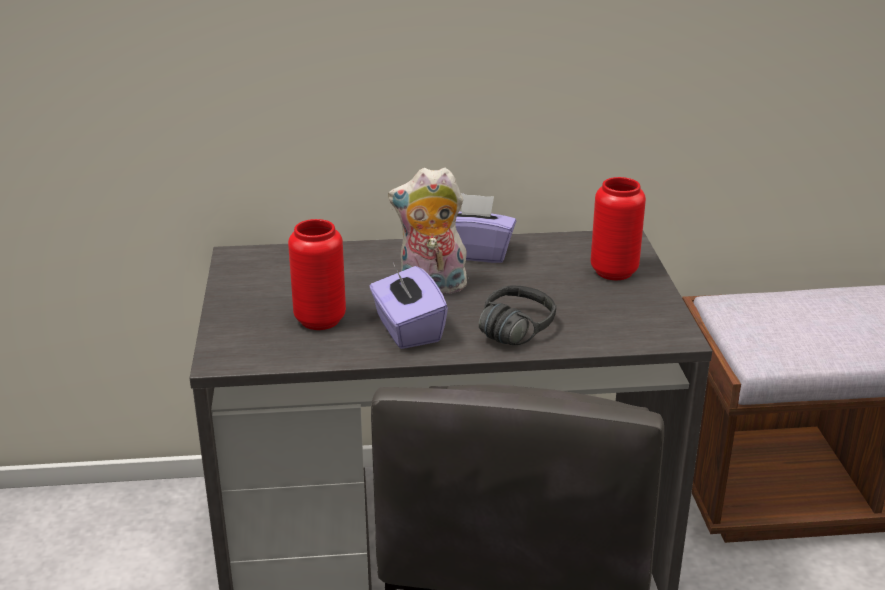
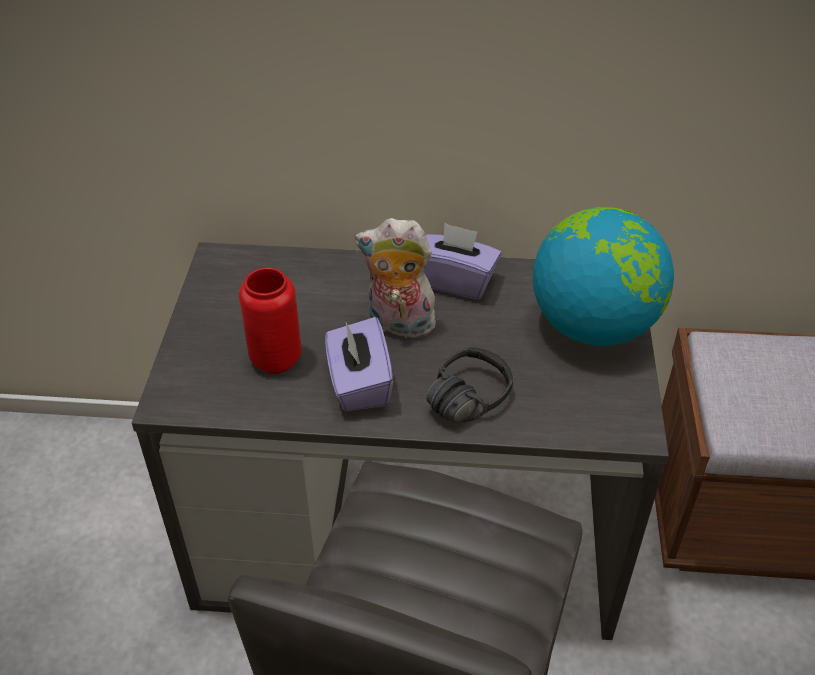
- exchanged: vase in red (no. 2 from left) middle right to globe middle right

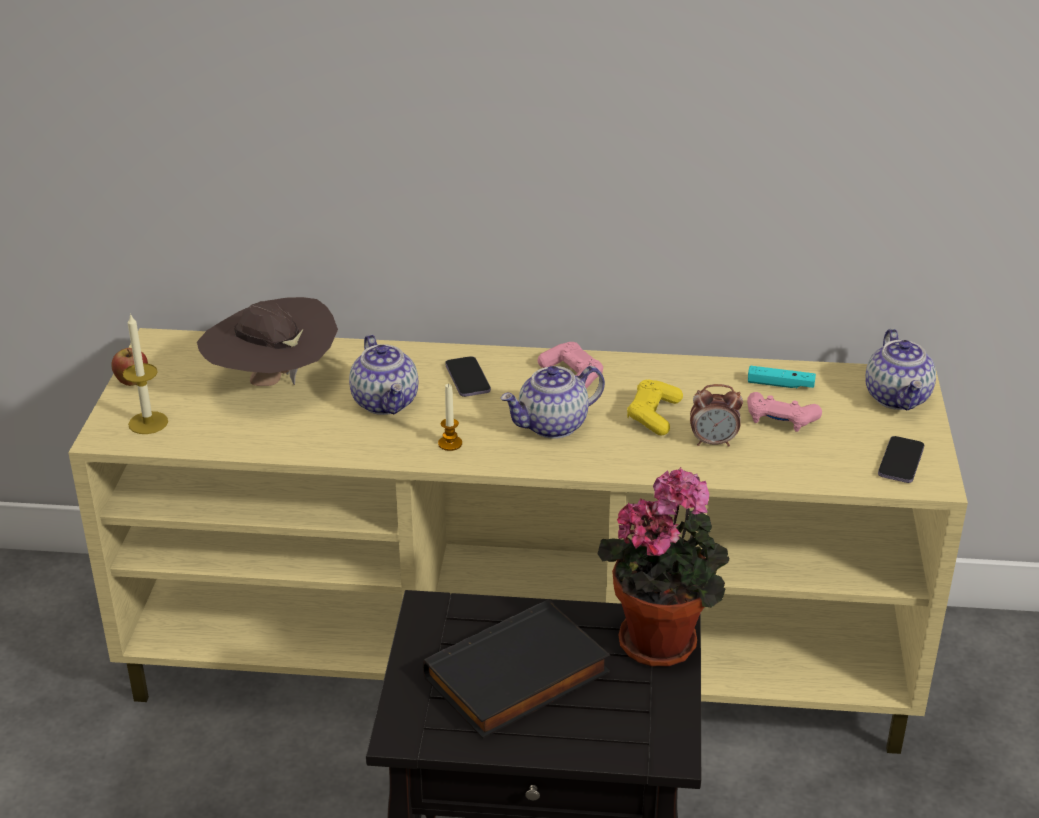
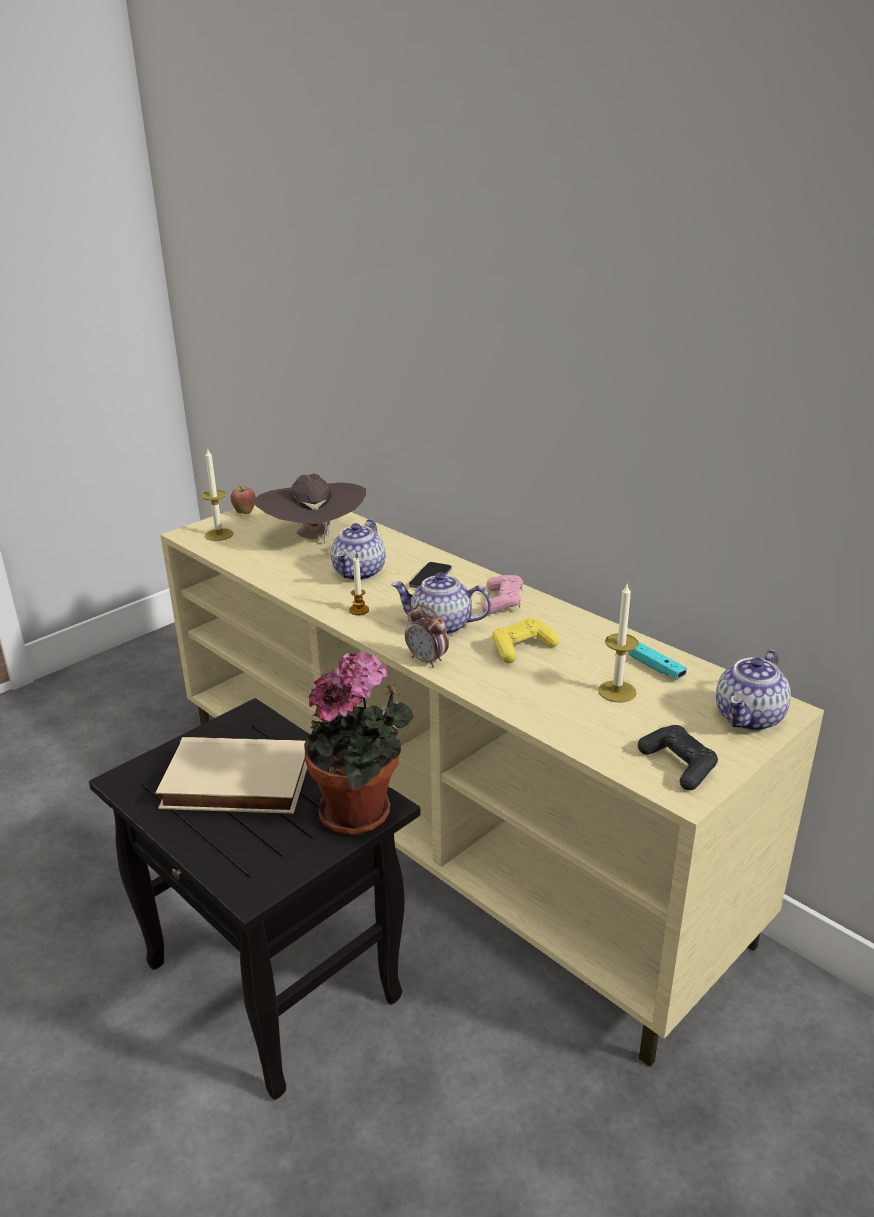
- colour: book in black bottom centre to book in beige middle left
- relocated: alarm clock middle right to centre
- exchanged: game controller in pink (no. 2 from left) middle right to candle (no. 3 from left) middle right
- exchanged: phone (no. 2 from left) middle right to game controller in black middle right

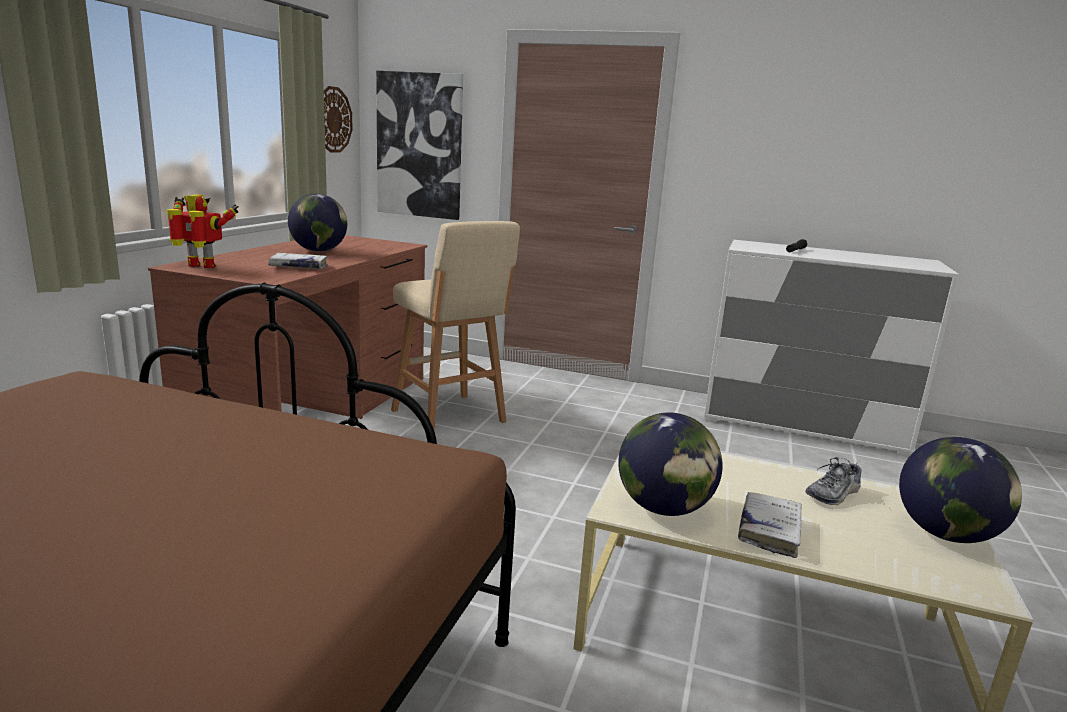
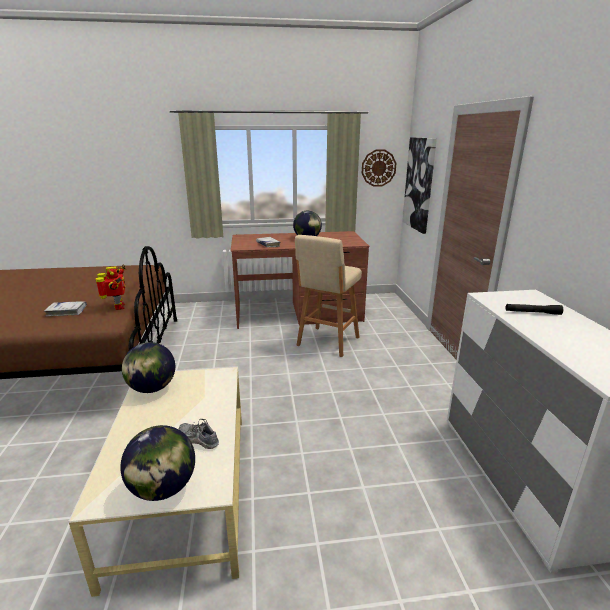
- relocated: book in white (no. 2 from left in the first image) bottom right to book in white (no. 1 from left) middle left
- relocated: toy robot top left to middle left

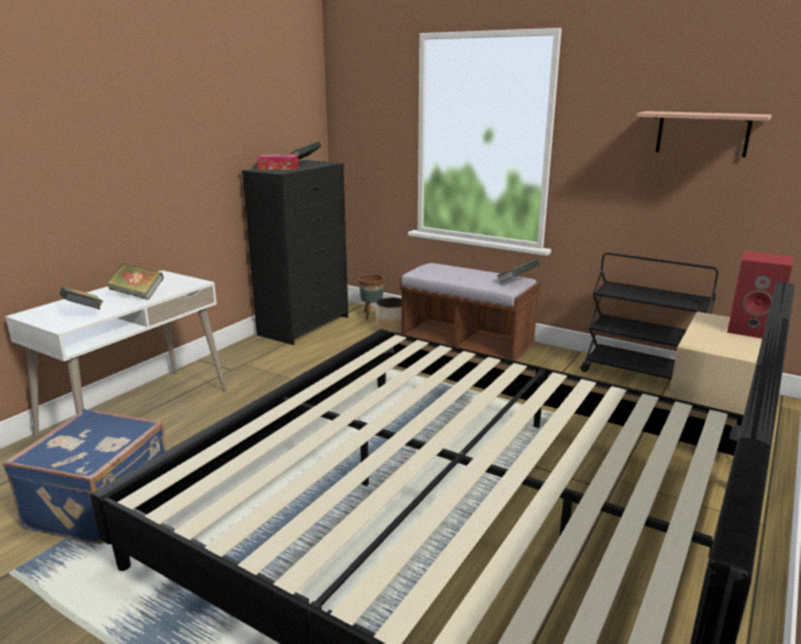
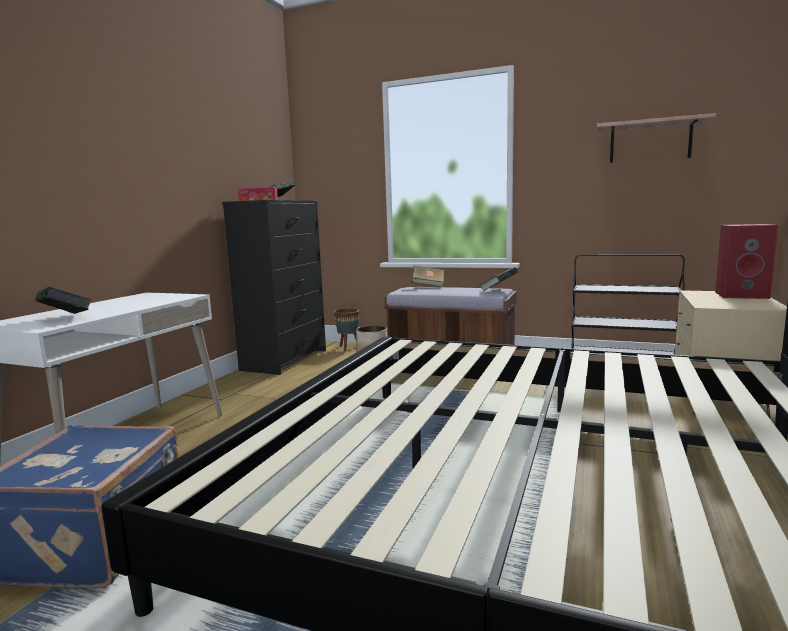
- relocated: book (no. 2 from left in the first image) middle left to book (no. 3 from left) centre

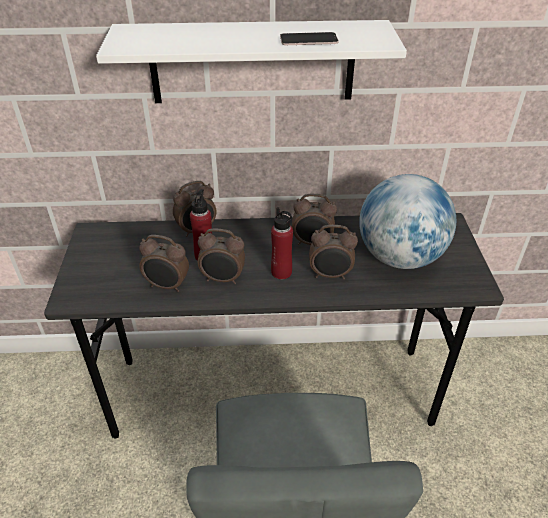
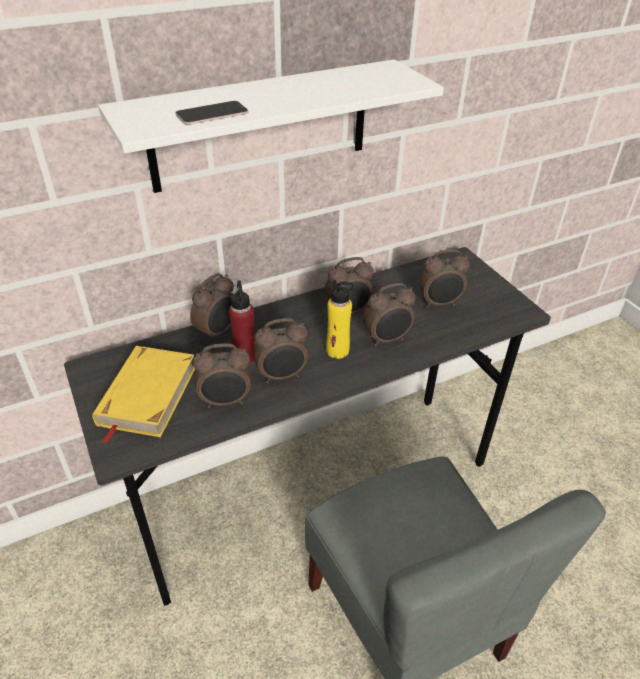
- appeared: book in yellow middle left
- relocated: phone top centre to top left
- colour: bottle in red (no. 2 from left) centre to bottle in yellow centre
- exchanged: globe middle right to alarm clock (no. 6 from left) middle right

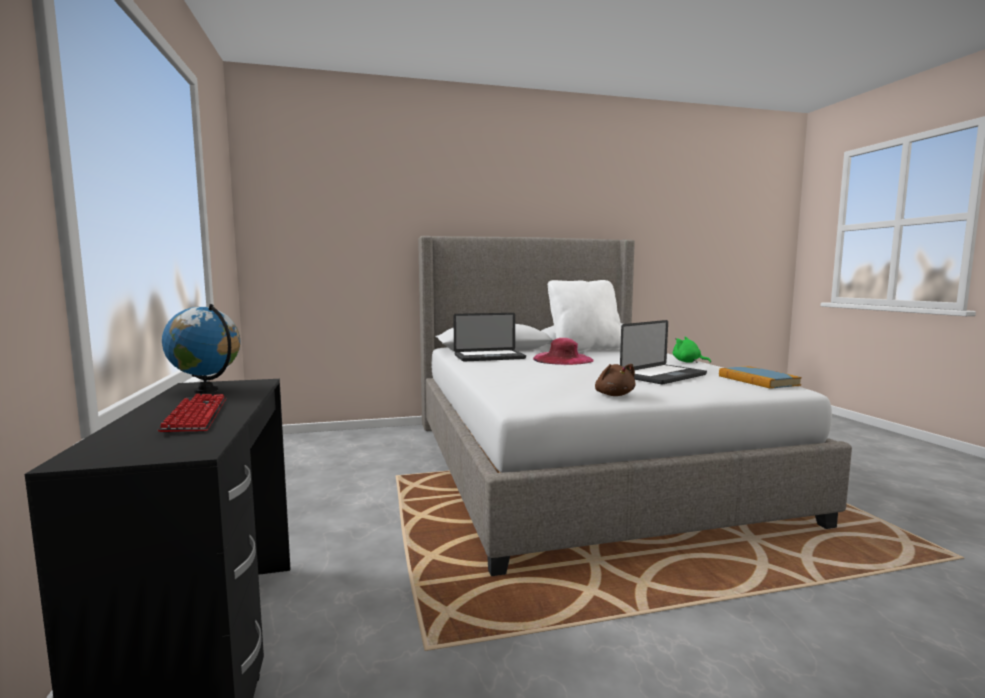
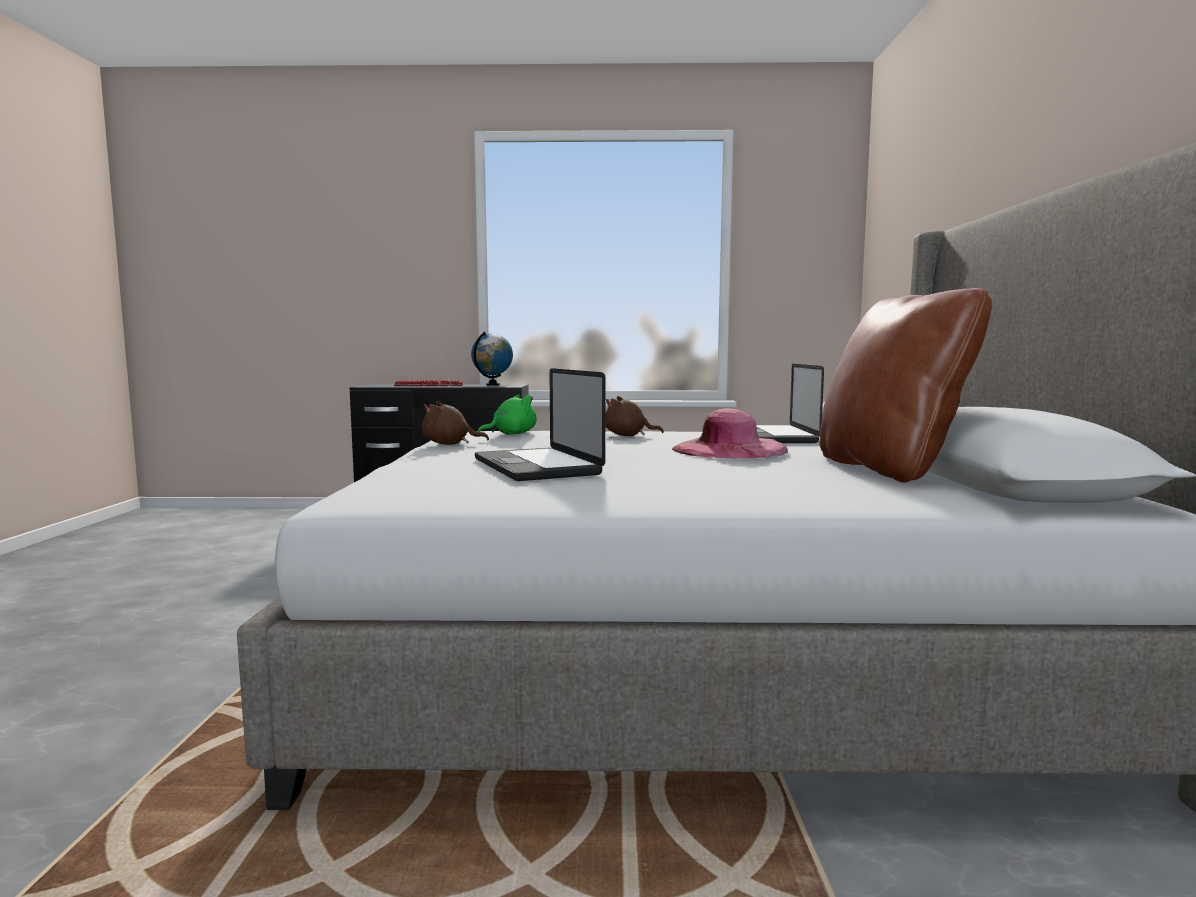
- relocated: plush toy in green middle right to centre
- appeared: plush toy in brown (no. 2 from left) centre
- colour: pillow in white centre to pillow in brown middle right
- missing: book middle right

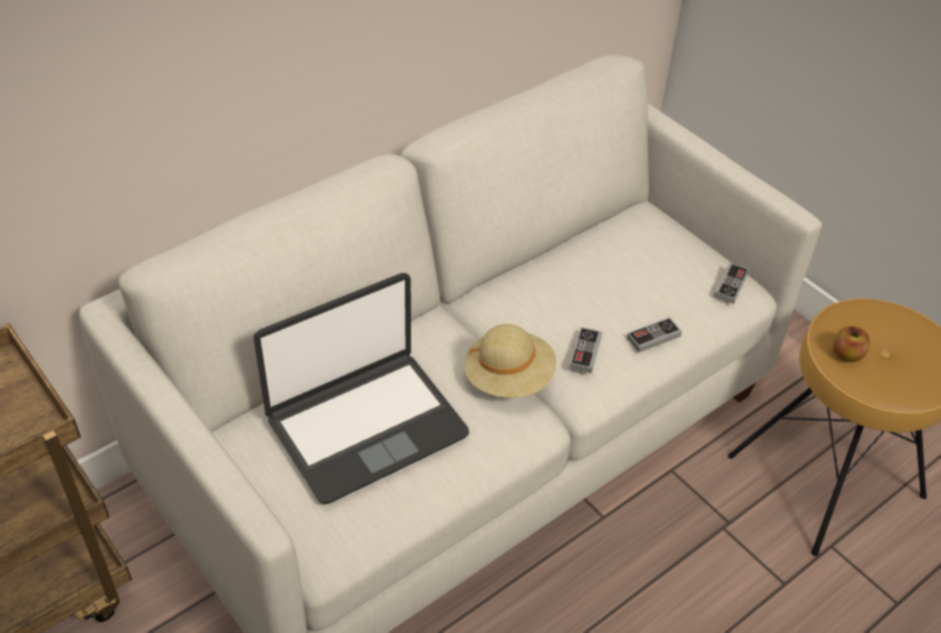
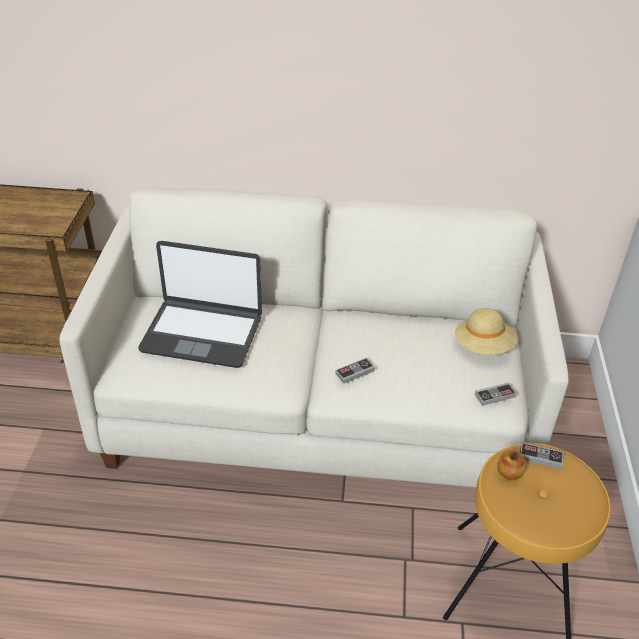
- relocated: hat in beige centre to middle right
- relocated: game controller (no. 2 from left in the first image) middle right to game controller (no. 3 from left) bottom right

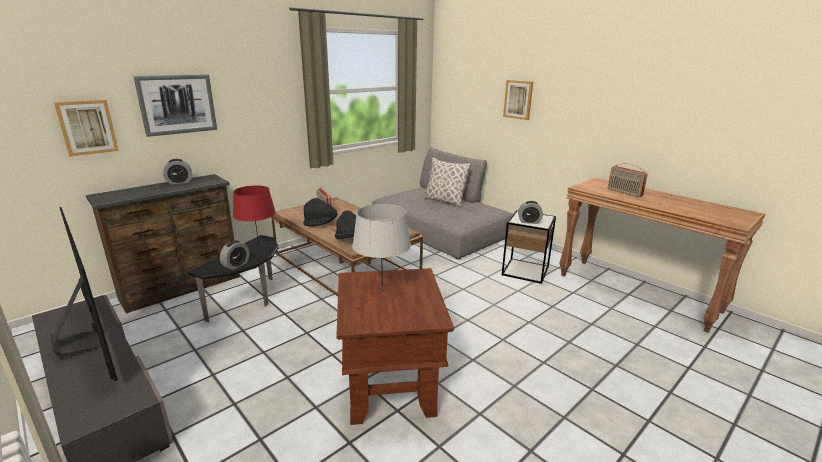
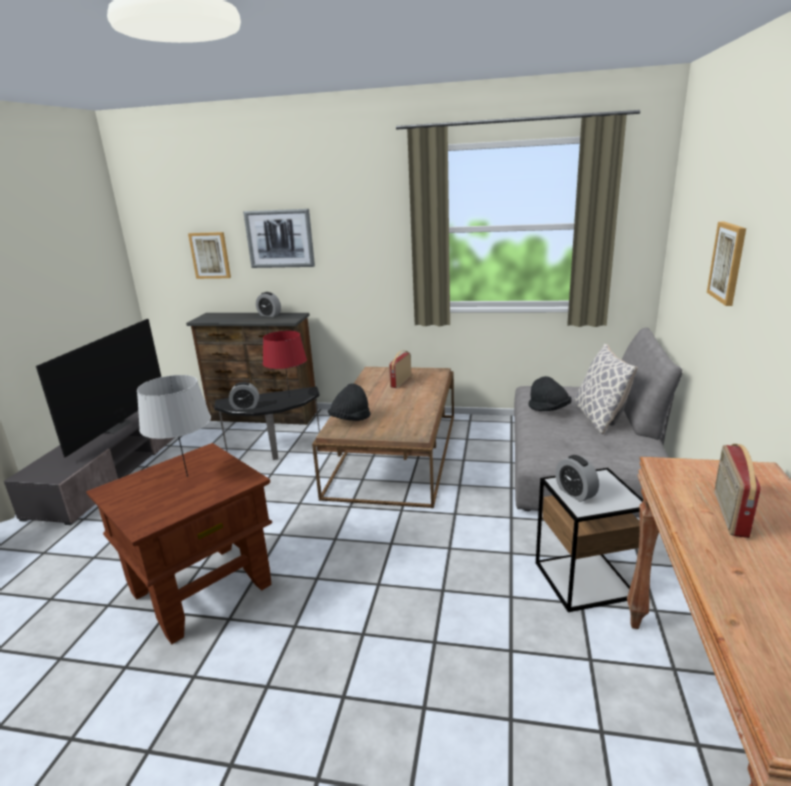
- relocated: hat in black (no. 1 from left in the first image) centre to hat in black (no. 2 from left) middle right

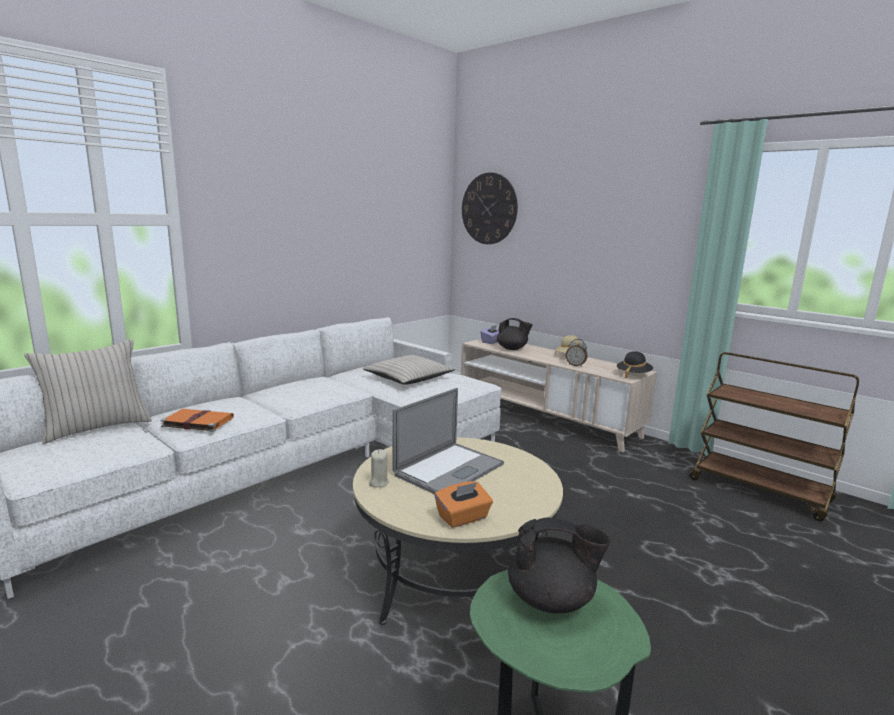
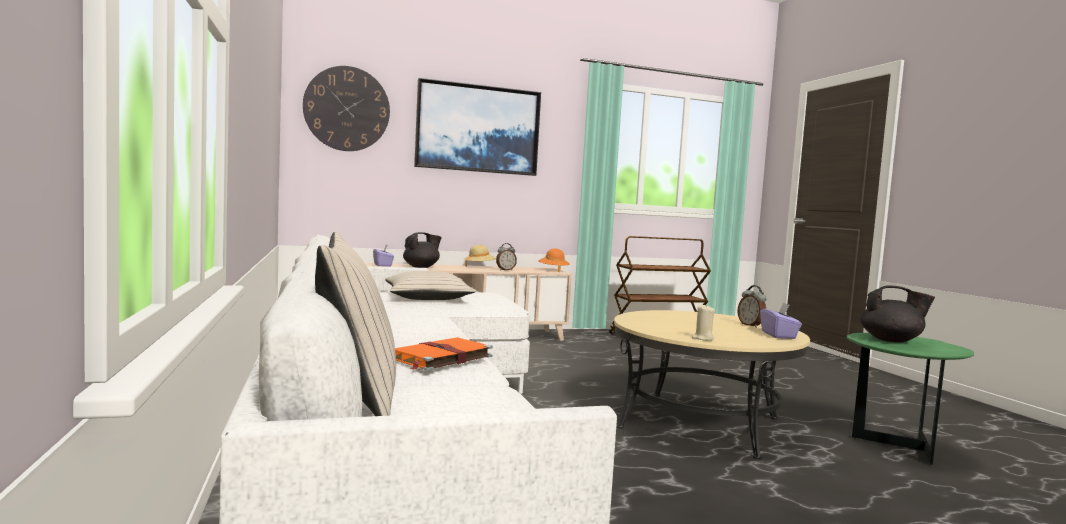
- appeared: picture top centre
- colour: hat in black middle right to hat in orange centre
- appeared: alarm clock (no. 2 from left) middle right
- colour: tissue box in orange bottom centre to tissue box in purple (no. 2 from left) middle right
- spun: teapot in black (no. 2 from left) bottom centre = middle right 75 degrees clockwise
- missing: laptop centre

